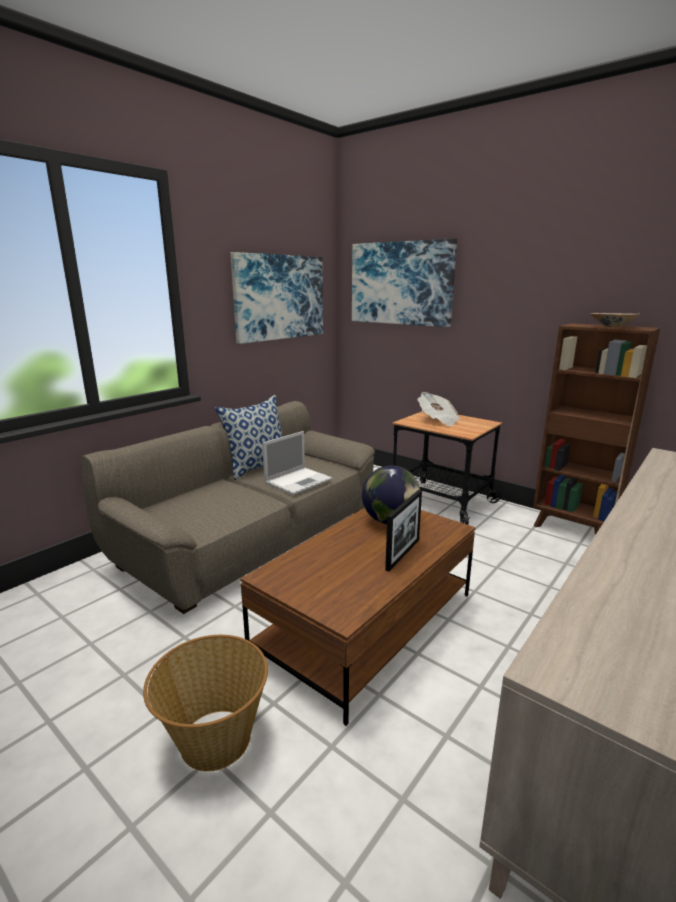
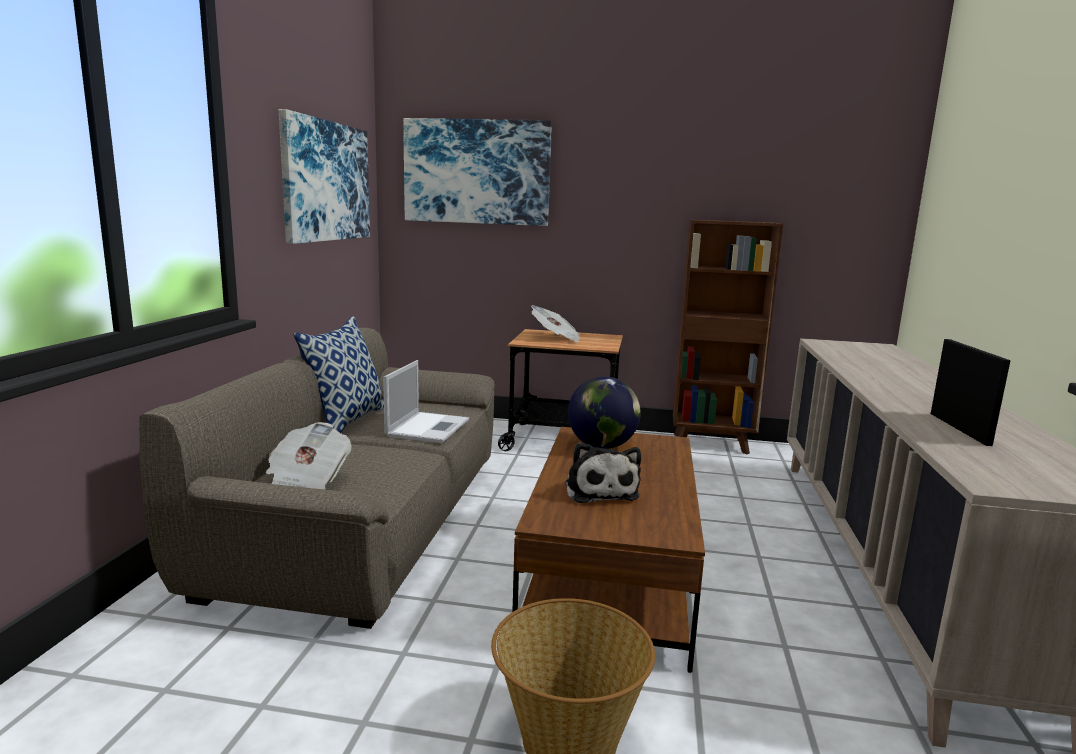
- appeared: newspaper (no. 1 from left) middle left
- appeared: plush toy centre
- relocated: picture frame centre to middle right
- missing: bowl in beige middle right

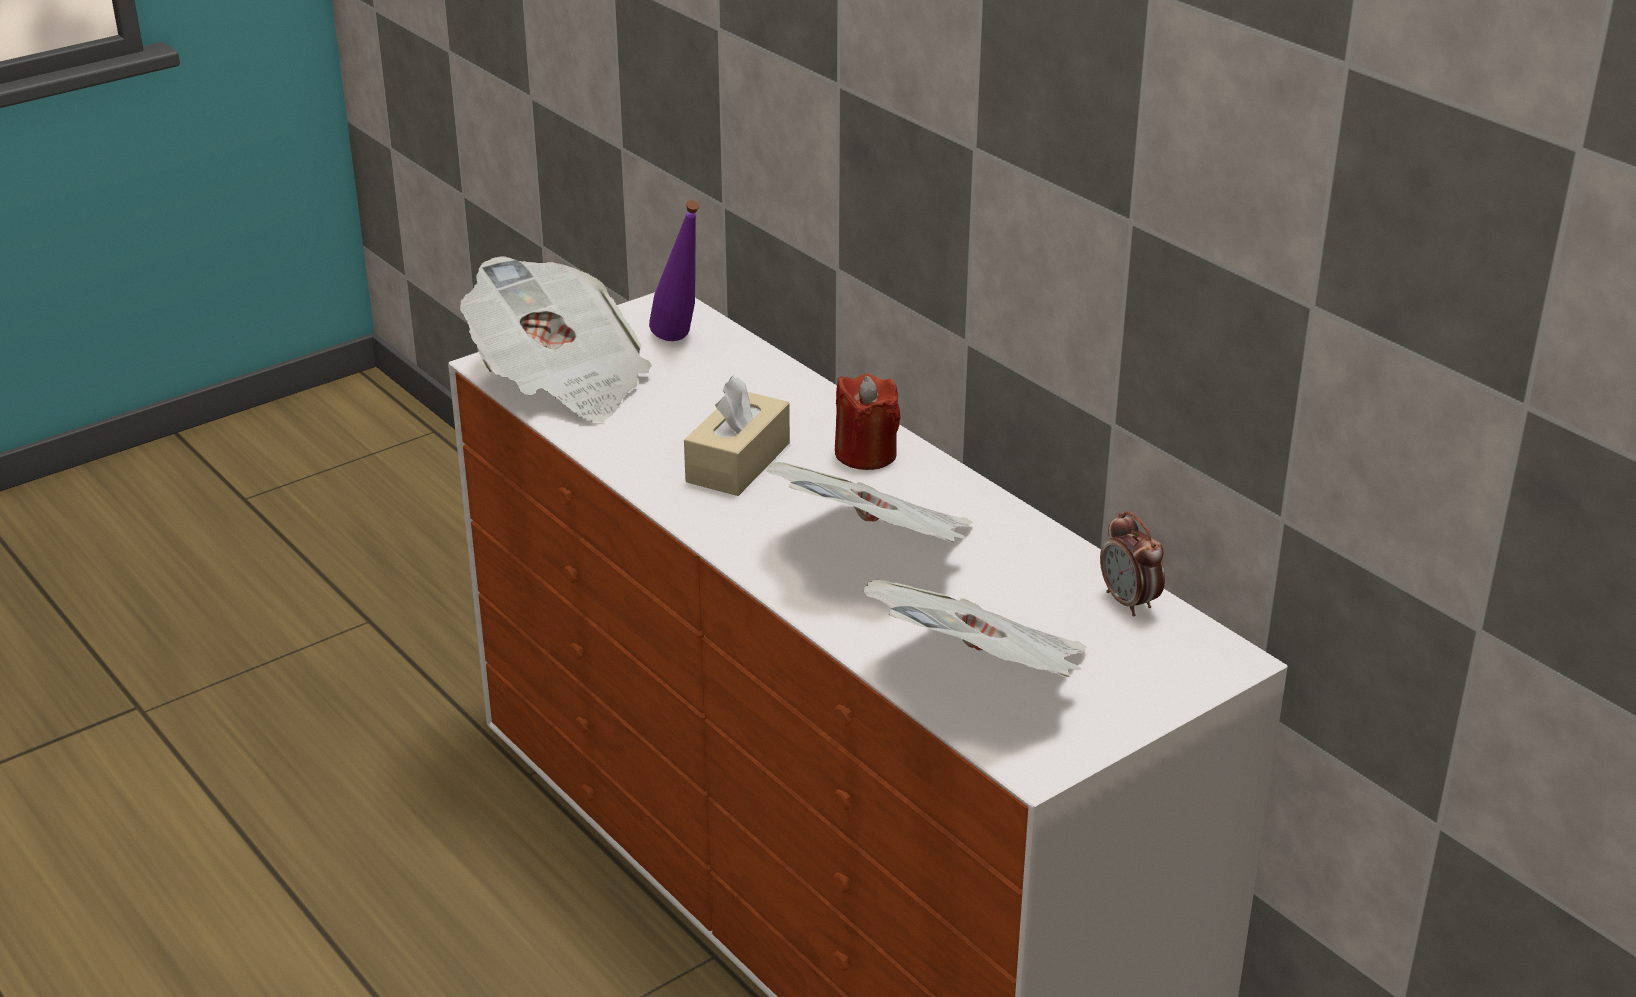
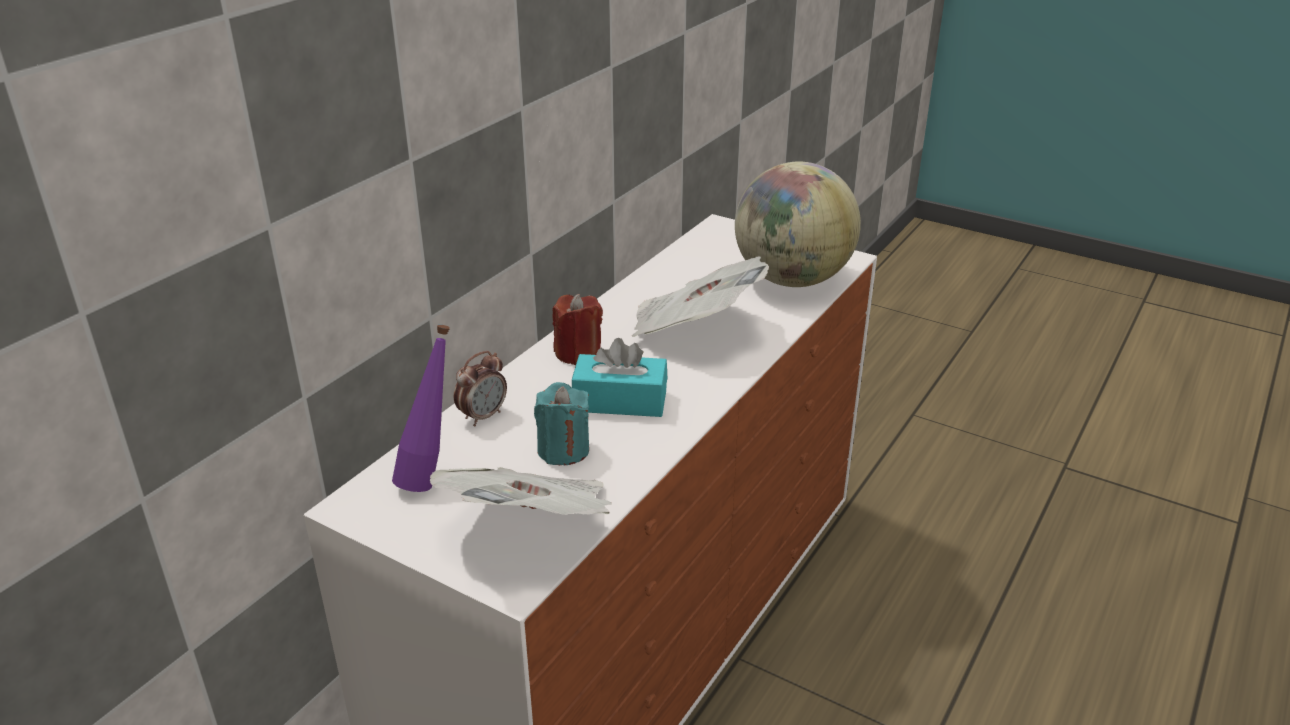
- relocated: alarm clock middle right to centre
- appeared: candle in turquoise centre
- colour: tissue box in beige centre to tissue box in turquoise centre
- exchanged: newspaper (no. 3 from left) centre to globe top centre

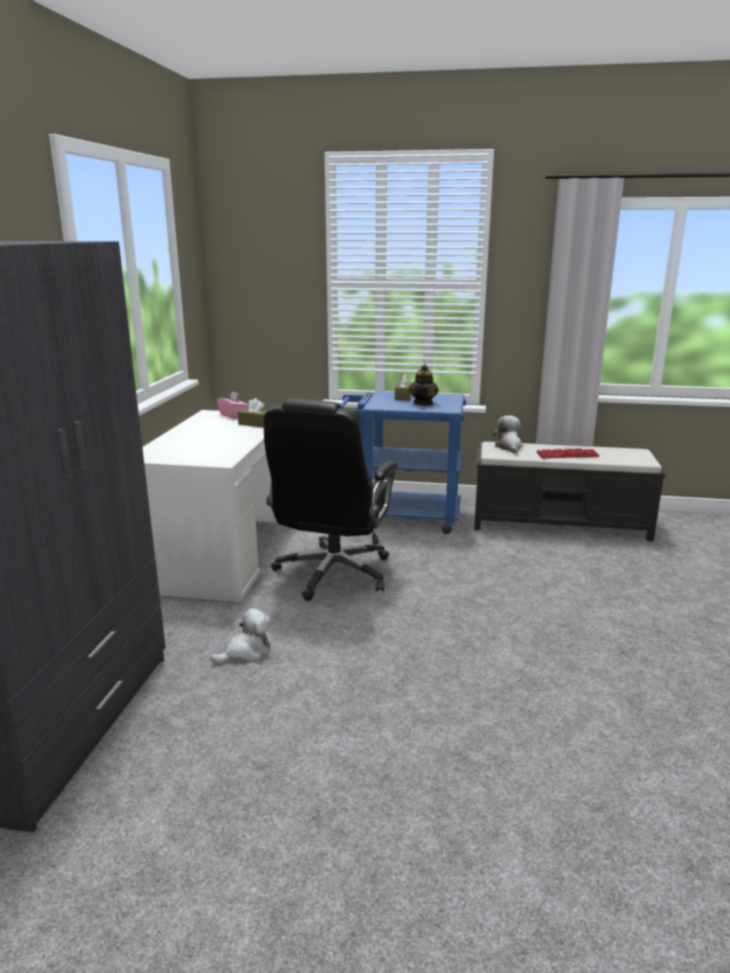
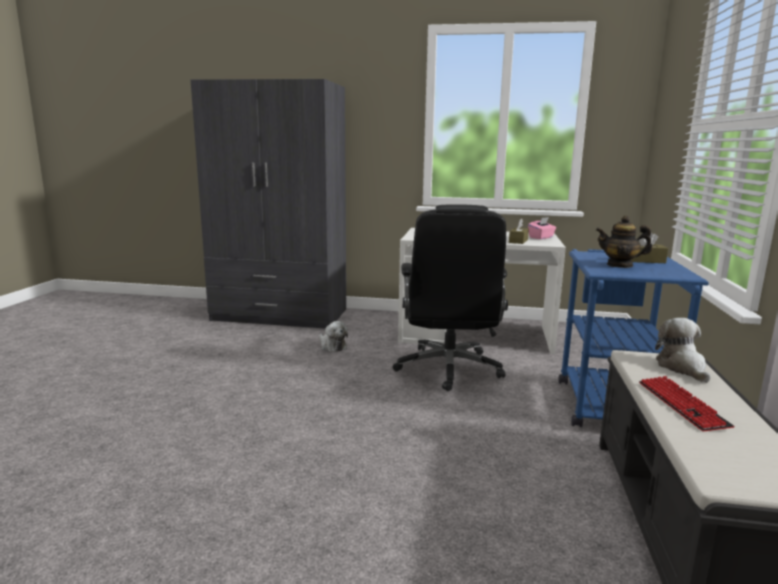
- spun: office chair in black centre = centre 105 degrees counterclockwise
- spun: plush toy (no. 2 from left) middle right = middle right 90 degrees counterclockwise

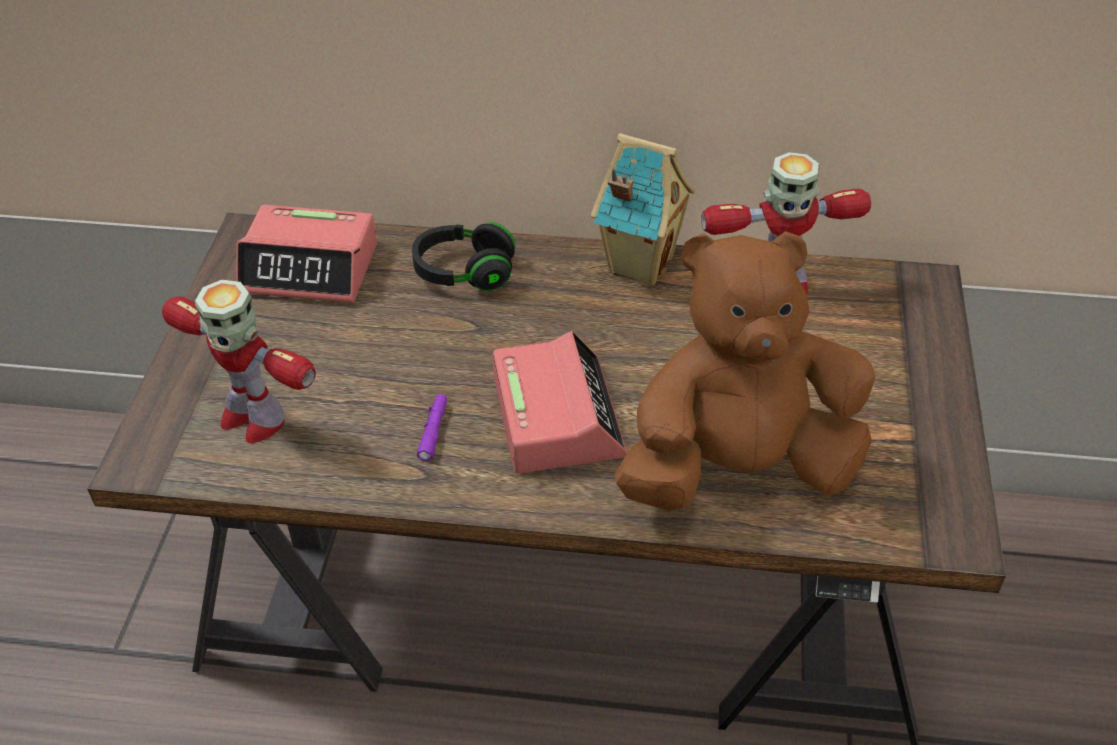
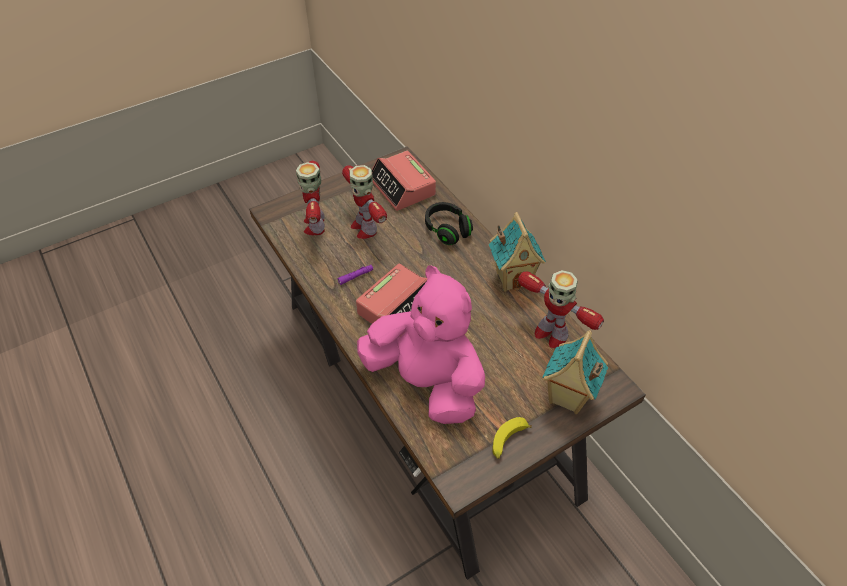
- appeared: toy robot (no. 2 from left) centre
- colour: plush toy in brown middle right to plush toy in pink centre
- appeared: banana bottom centre
- appeared: toy house (no. 2 from left) middle right

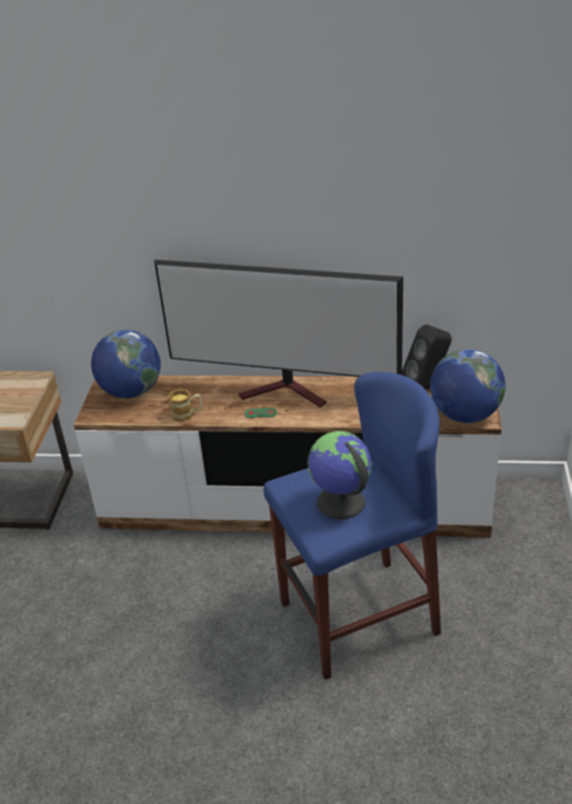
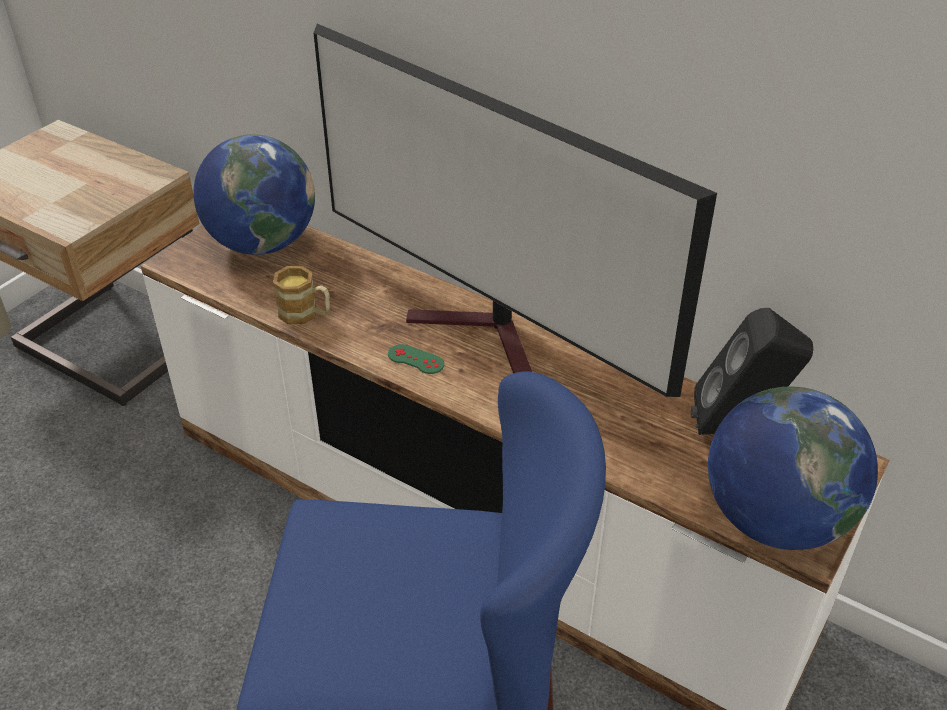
- missing: globe (no. 2 from left) centre

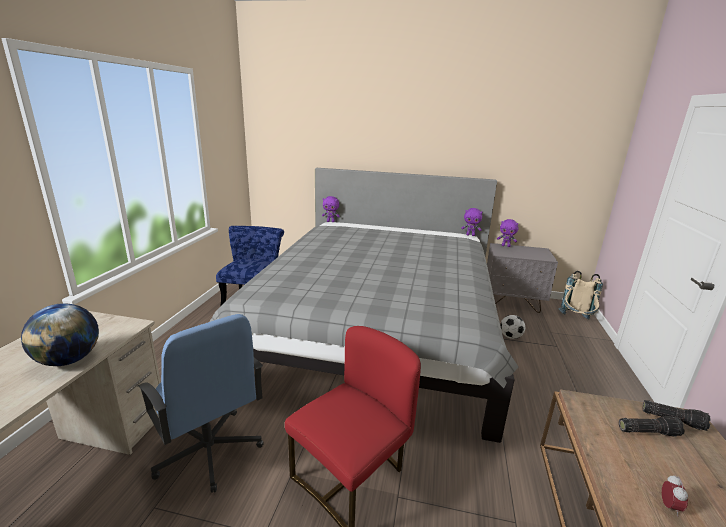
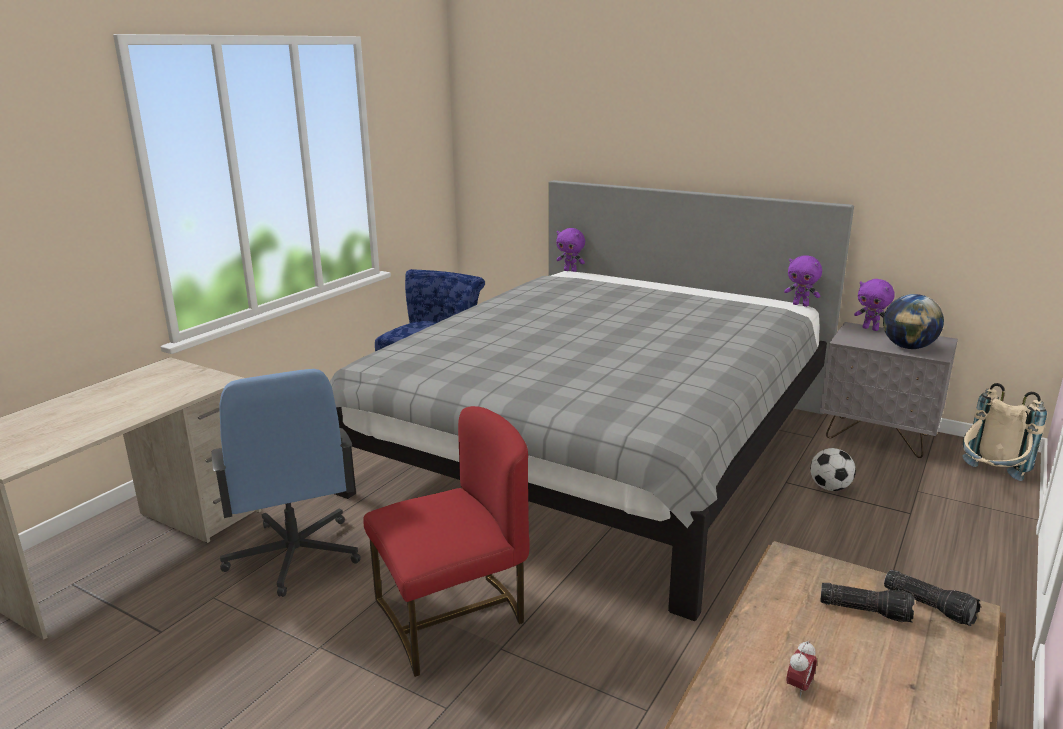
- relocated: globe middle left to middle right

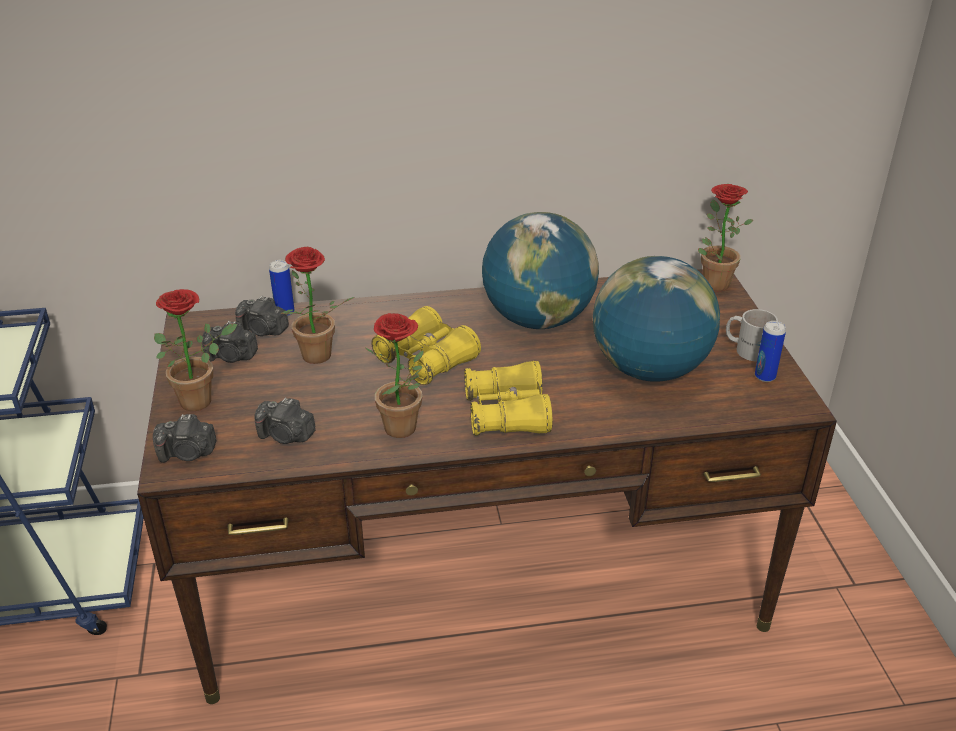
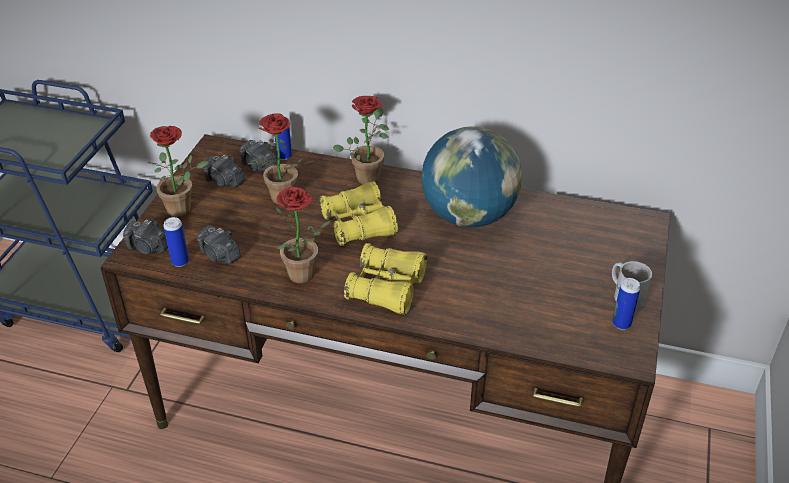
- appeared: can (no. 1 from left) middle left
- relocated: potted plant (no. 4 from left) top right to top centre
- missing: globe (no. 2 from left) middle right

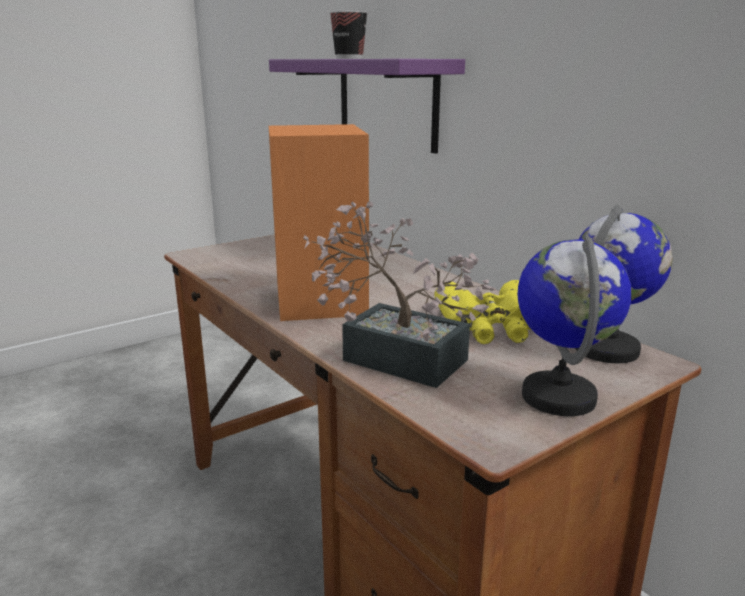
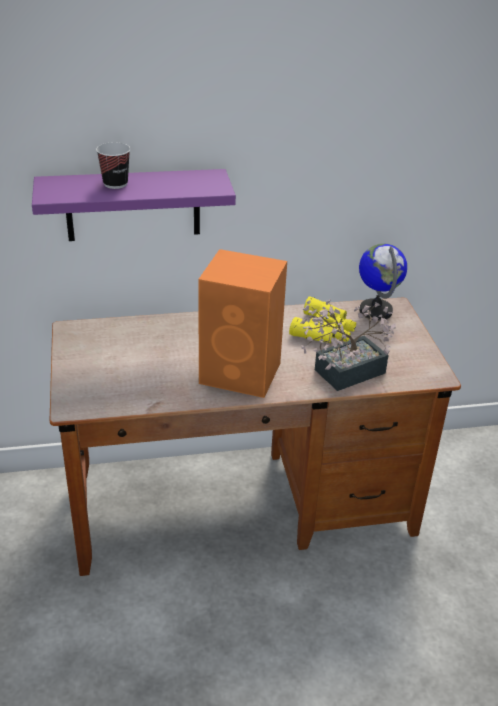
- missing: globe (no. 1 from left) middle right

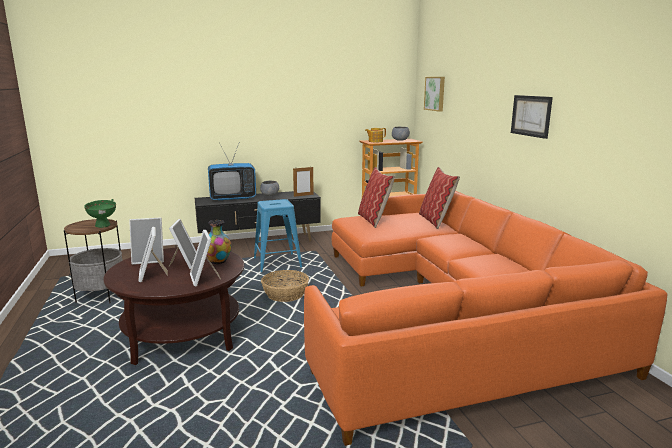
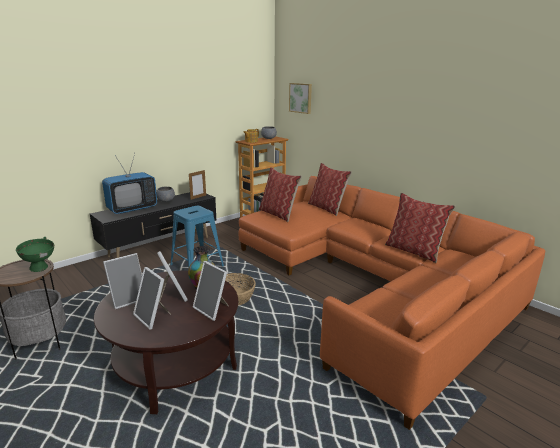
- appeared: pillow (no. 3 from left) middle right
- missing: picture (no. 2 from left) top right

